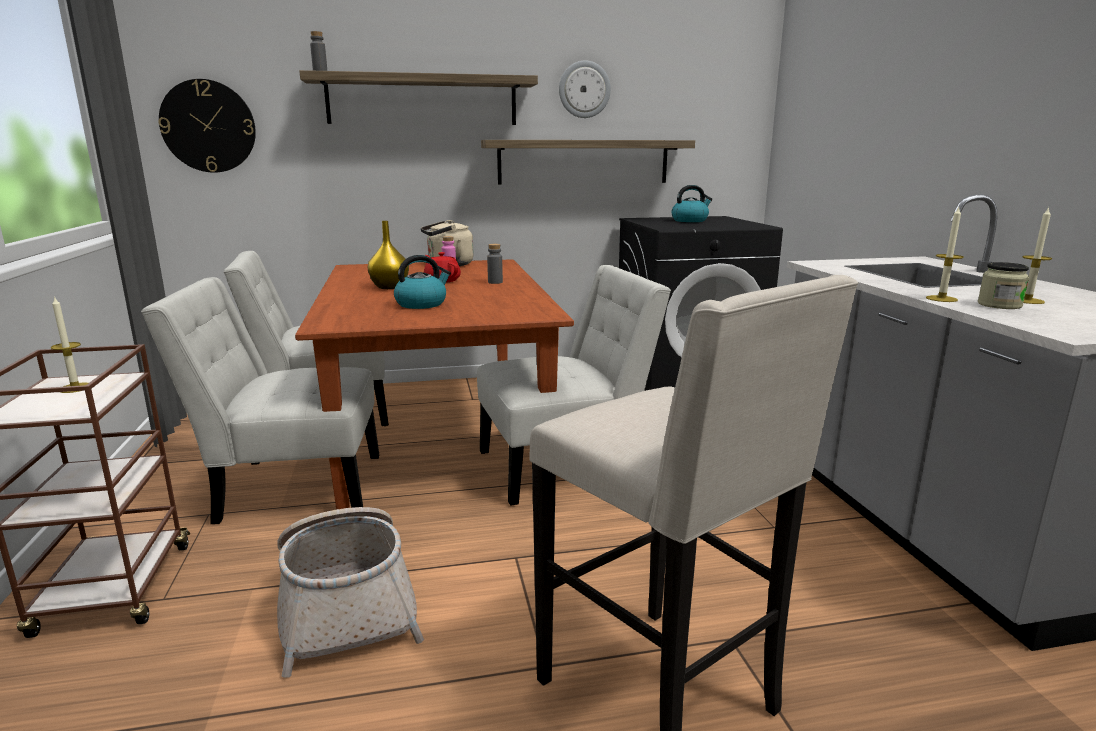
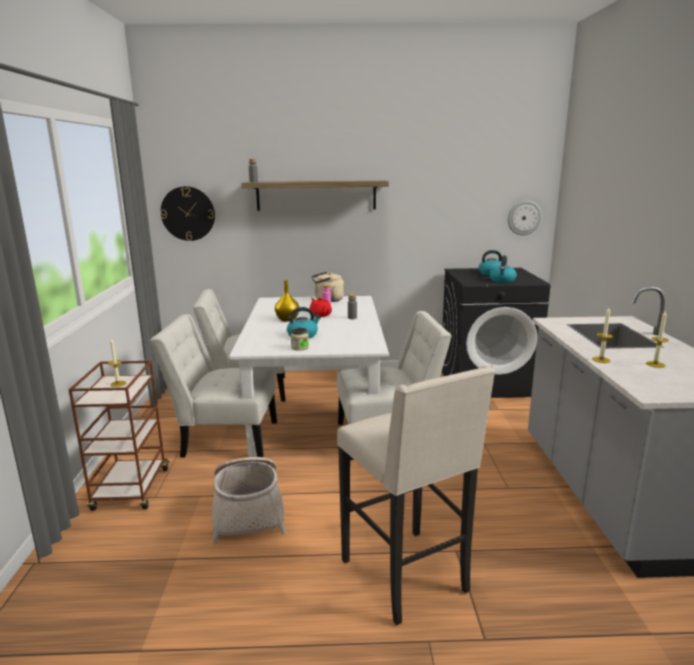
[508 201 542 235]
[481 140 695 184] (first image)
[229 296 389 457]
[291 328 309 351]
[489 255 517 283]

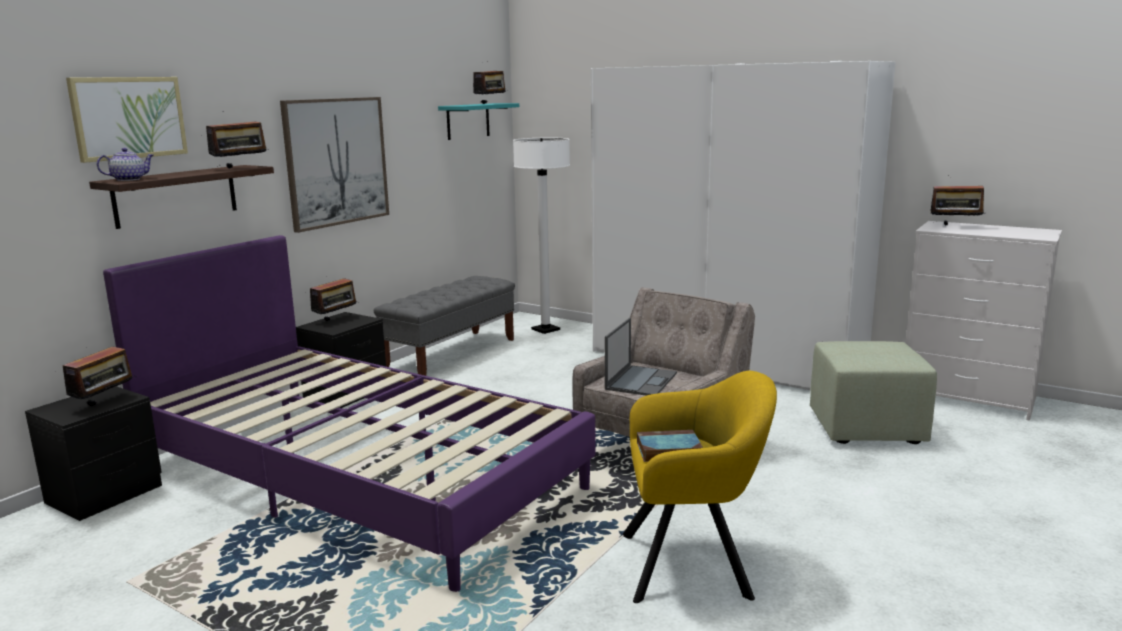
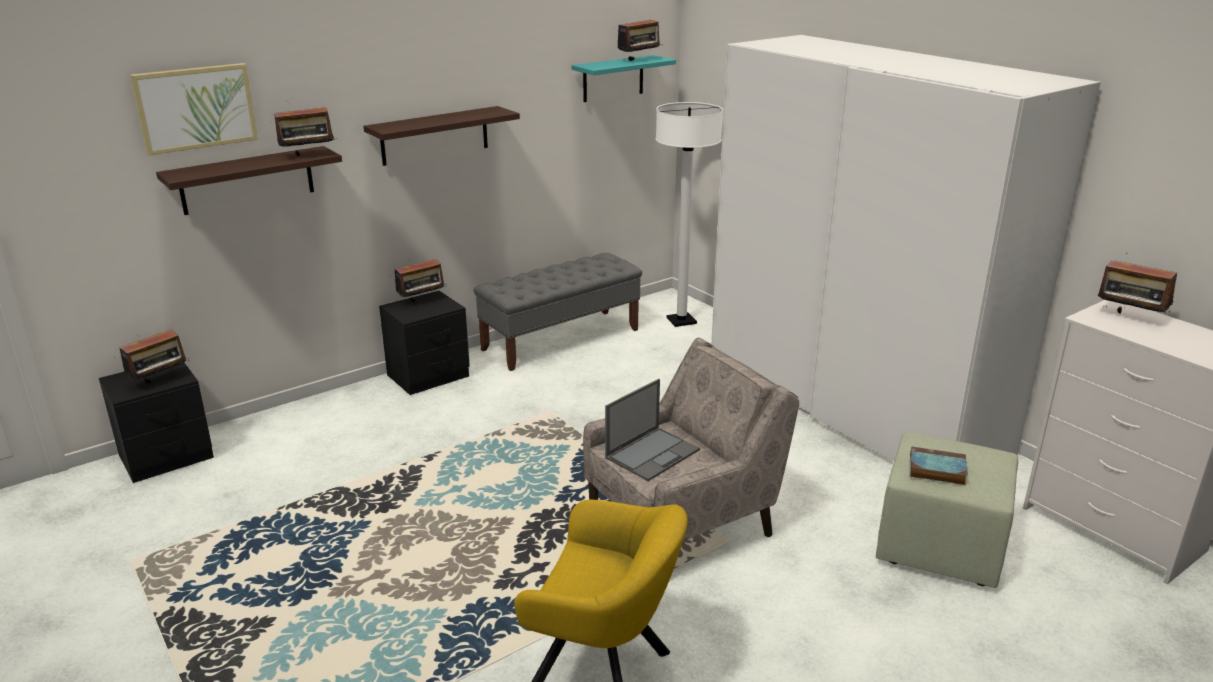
[363 106 520 166]
[97 148 153 181] (first image)
[103 235 596 592] (first image)
[910 447 968 485]

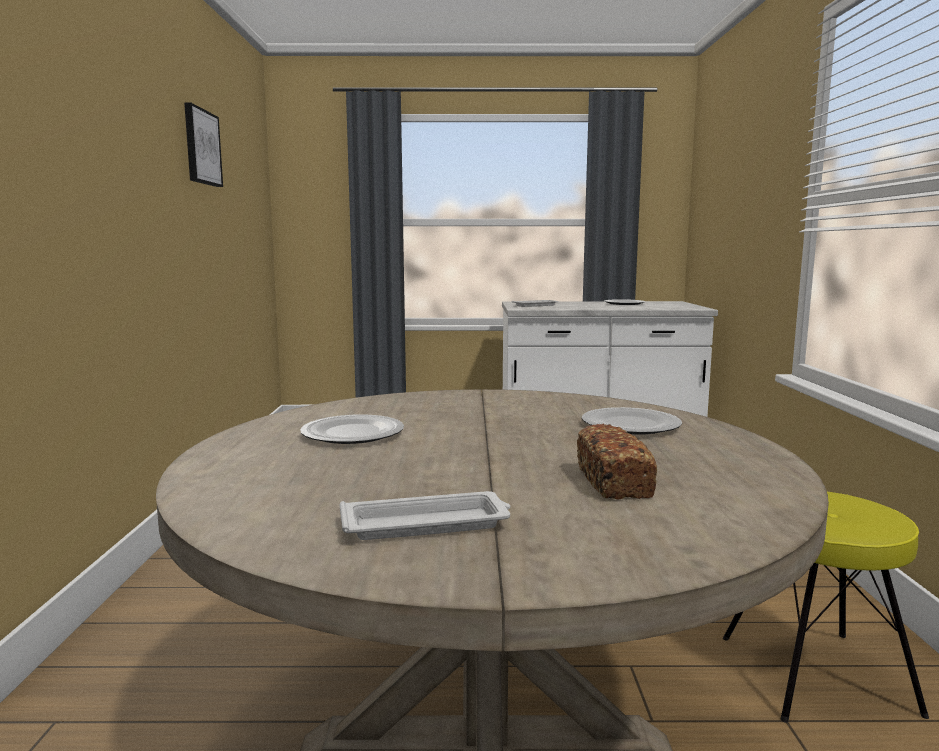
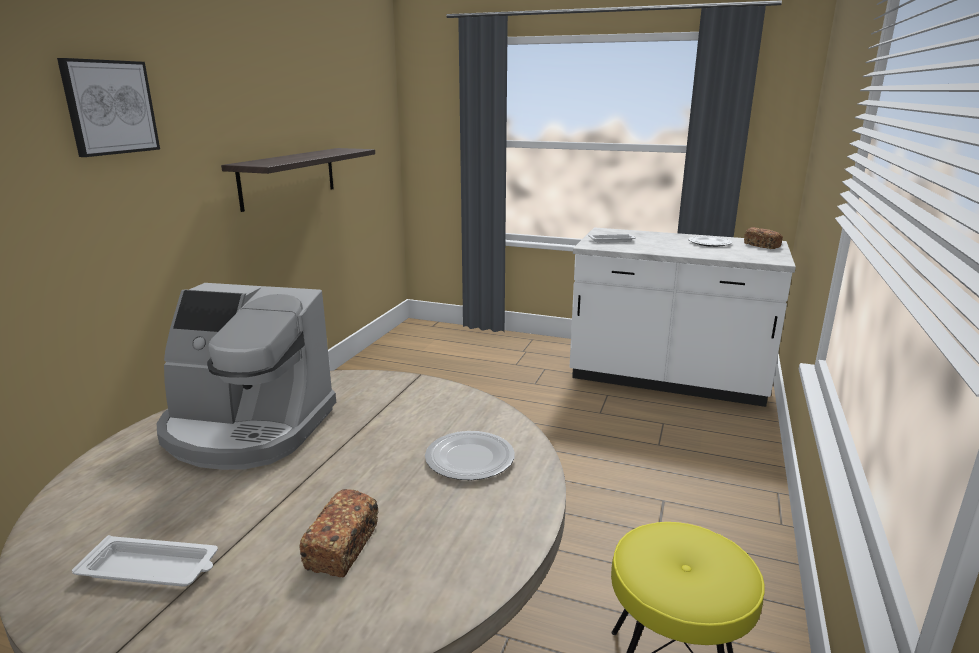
[57 58 160 157]
[157 283 336 470]
[221 148 375 212]
[744 227 783 249]

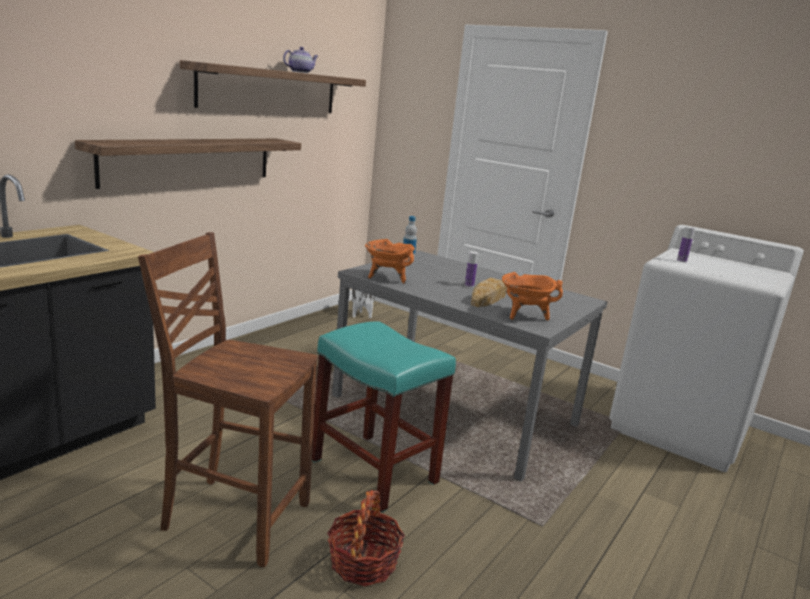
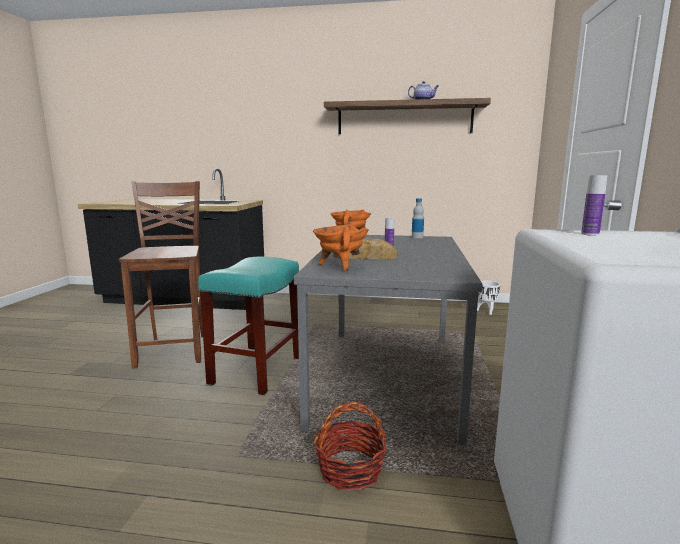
[75 139 301 189] (first image)
[313 402 386 491]

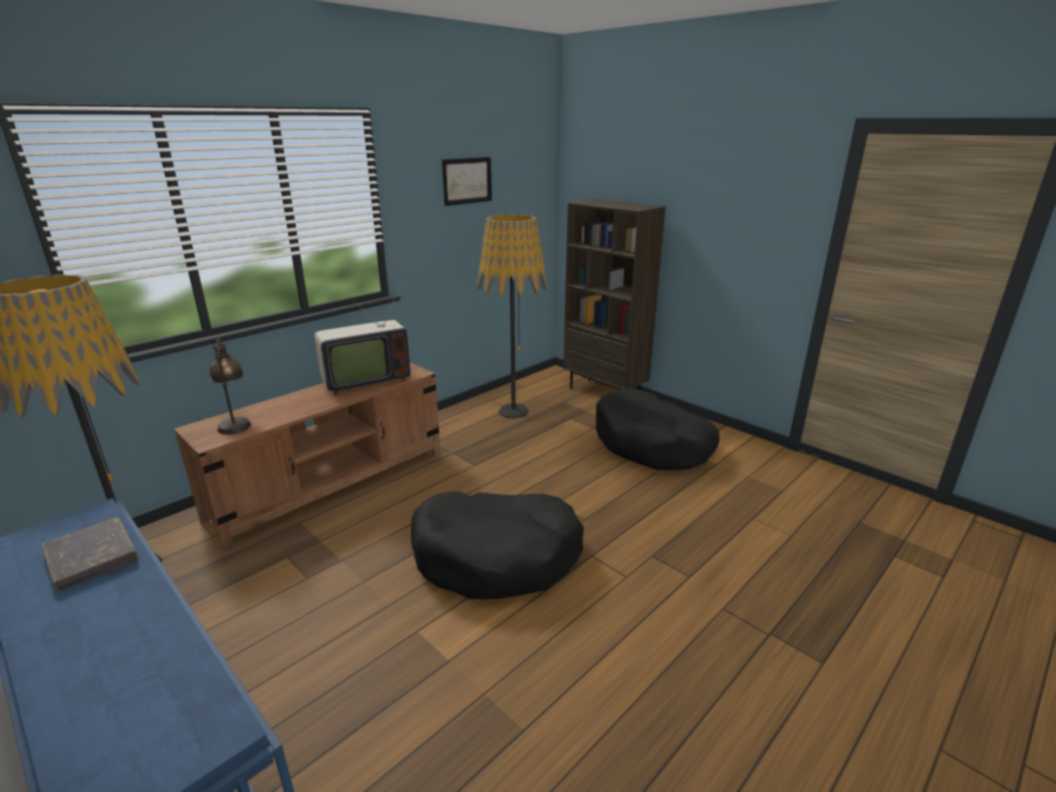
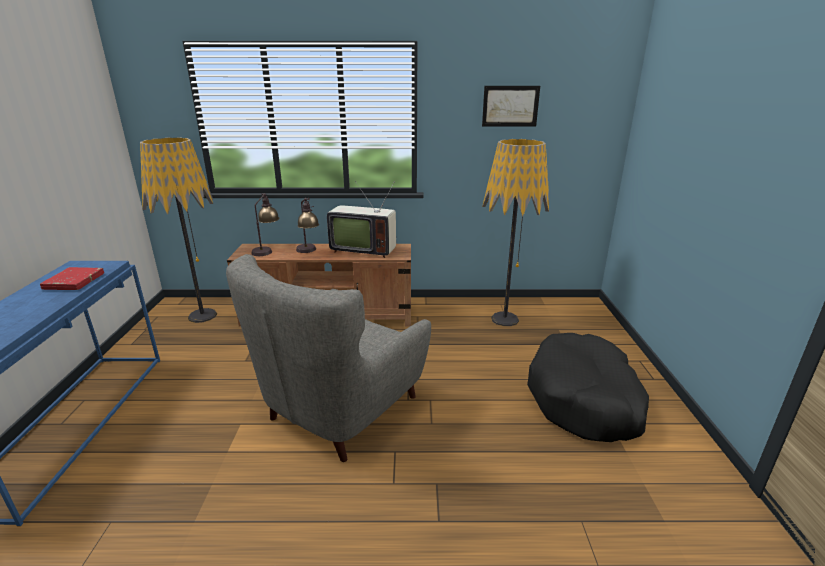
[563 199 666 390] (first image)
[226 254 431 462]
[40 267 104 290]
[296 198 319 253]

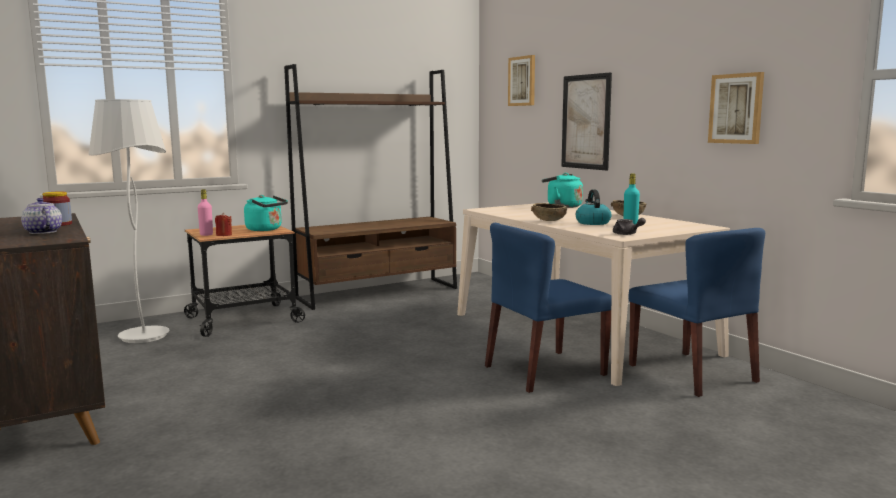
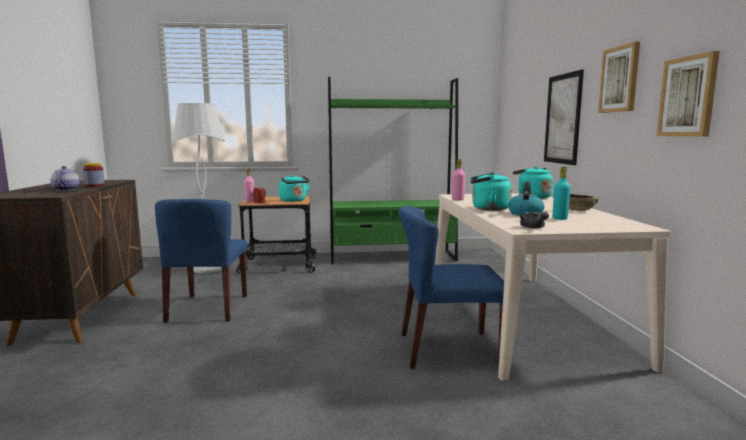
[598 42 640 113]
[328 77 458 264]
[470 172 512 211]
[155 199 248 322]
[452 159 465 200]

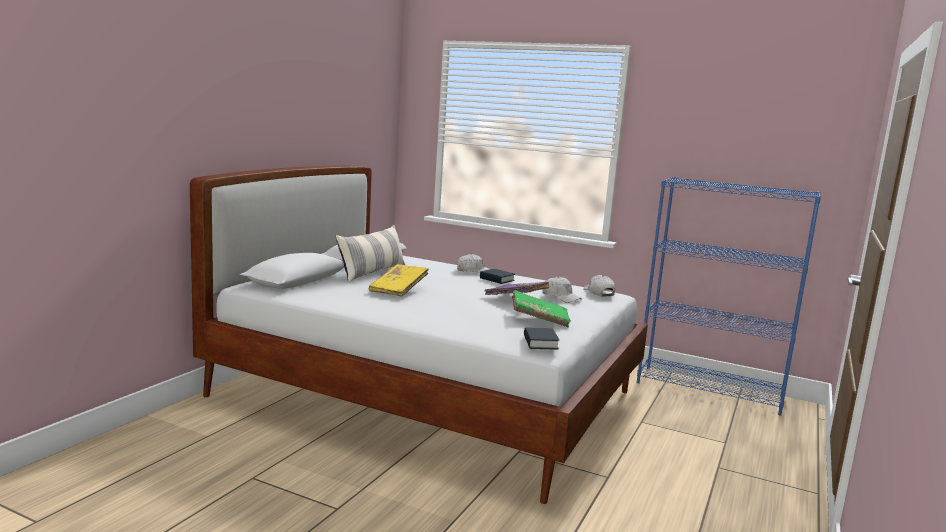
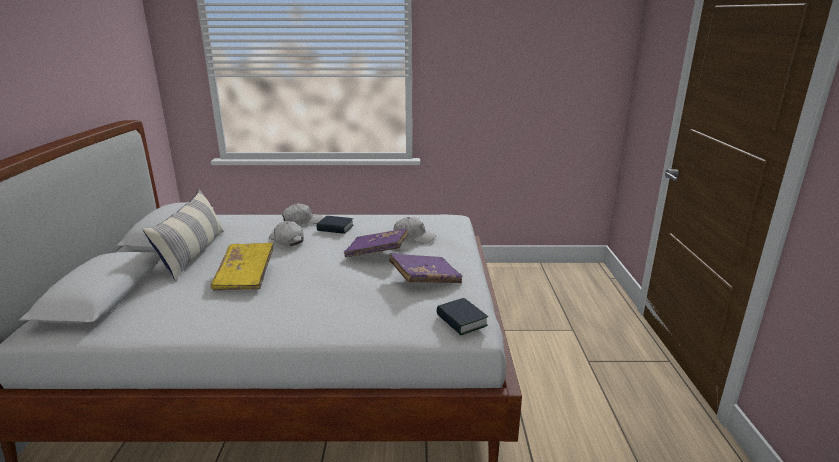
[637 177 821 415] (first image)
[269 221 304 247]
[389 253 462 283]

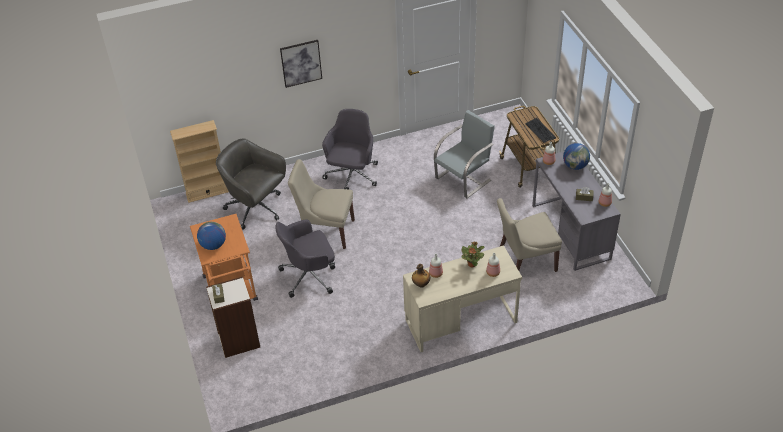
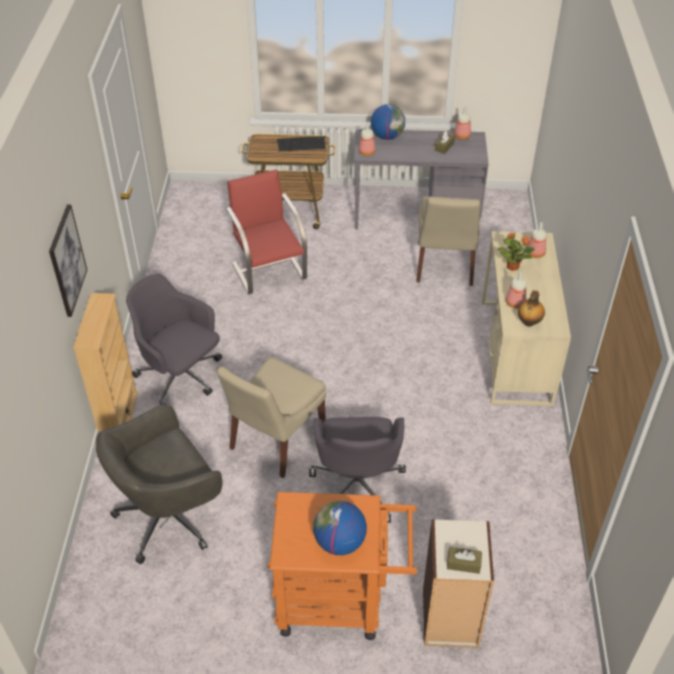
[226 169 307 294]
[73 293 138 433]

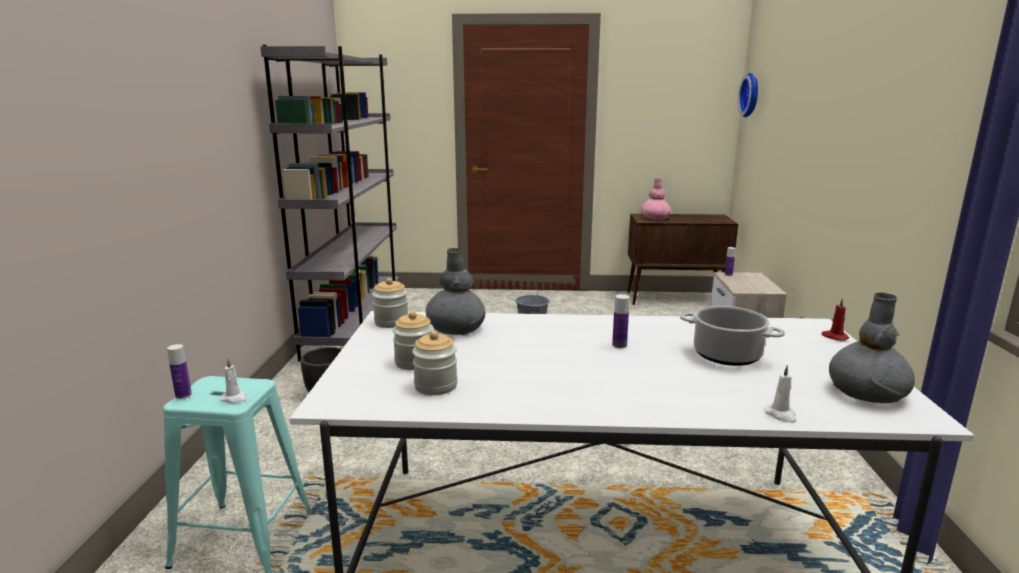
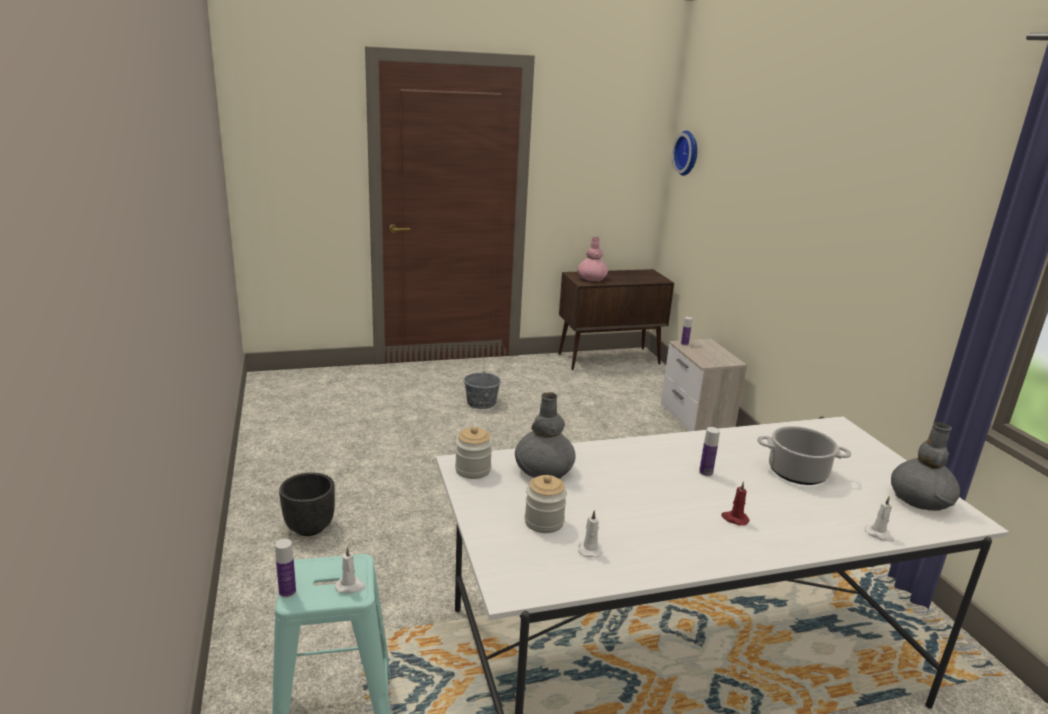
[260 45 399 361] (first image)
[721 481 750 526]
[578 510 603 558]

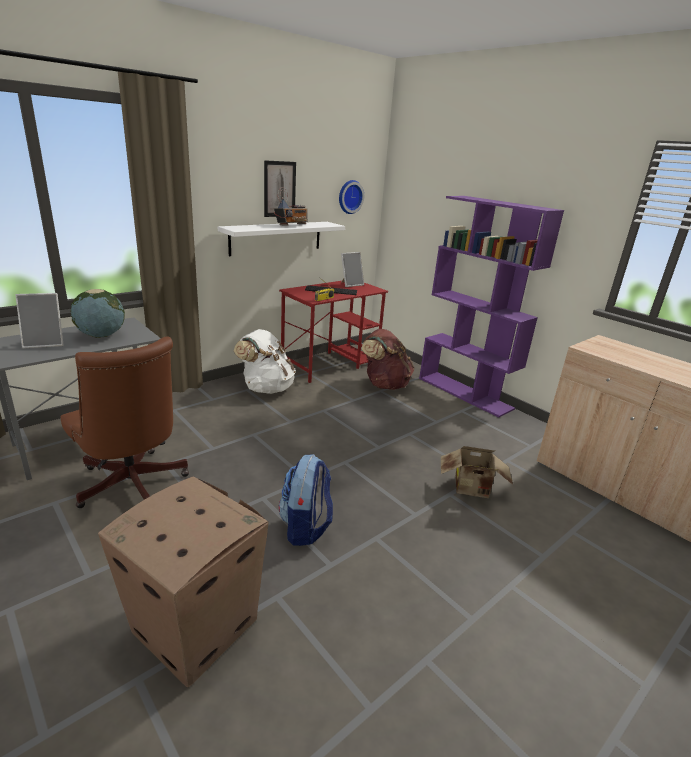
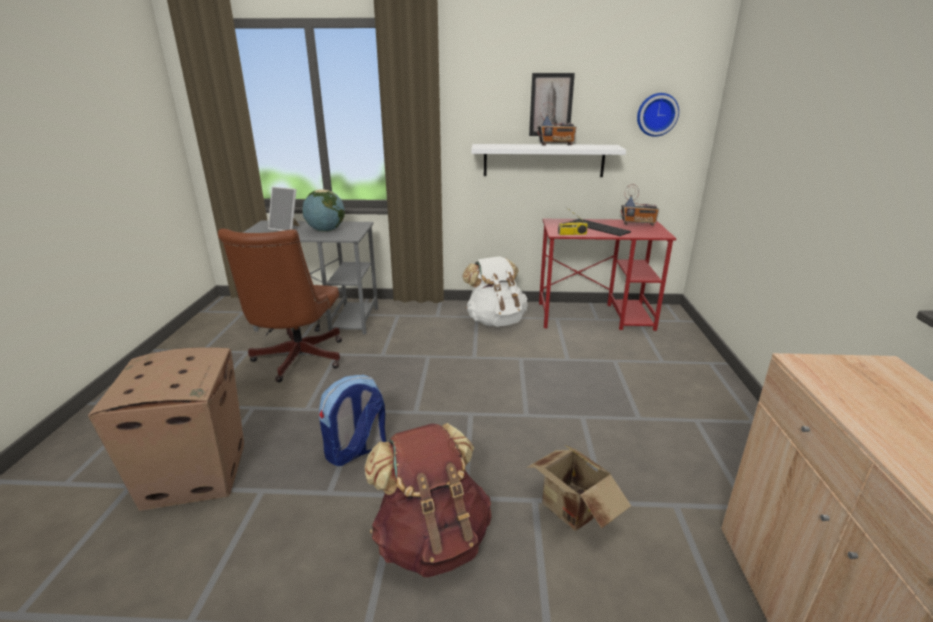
[419 196 564 418] (first image)
[621 184 659 226]
[364 423 492 577]

